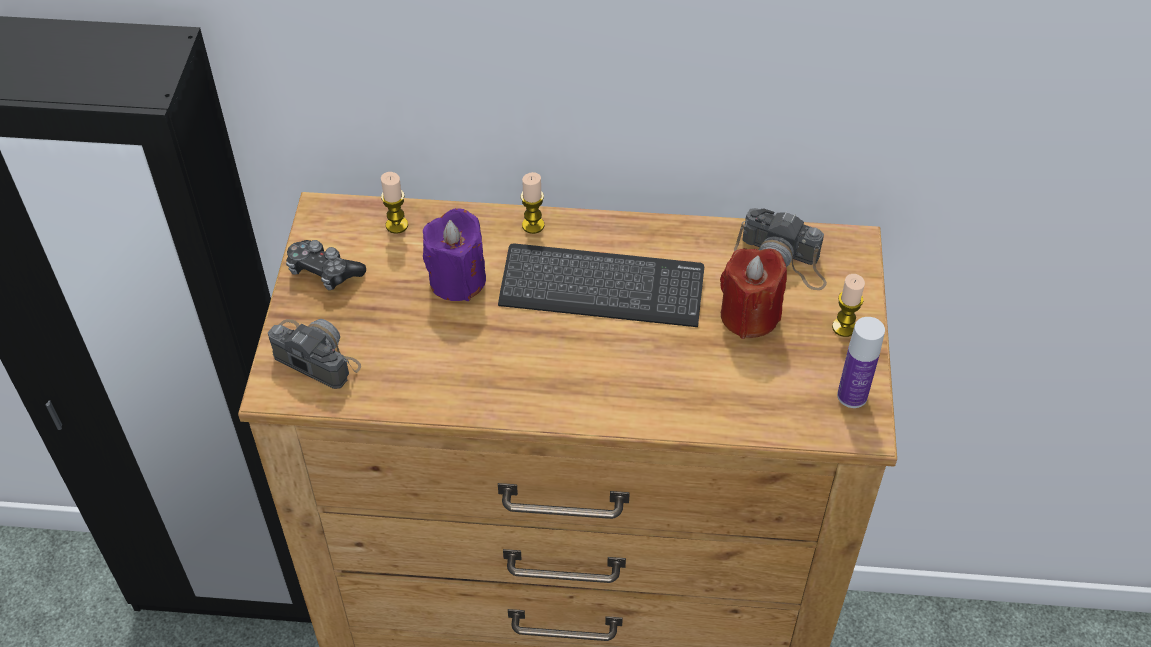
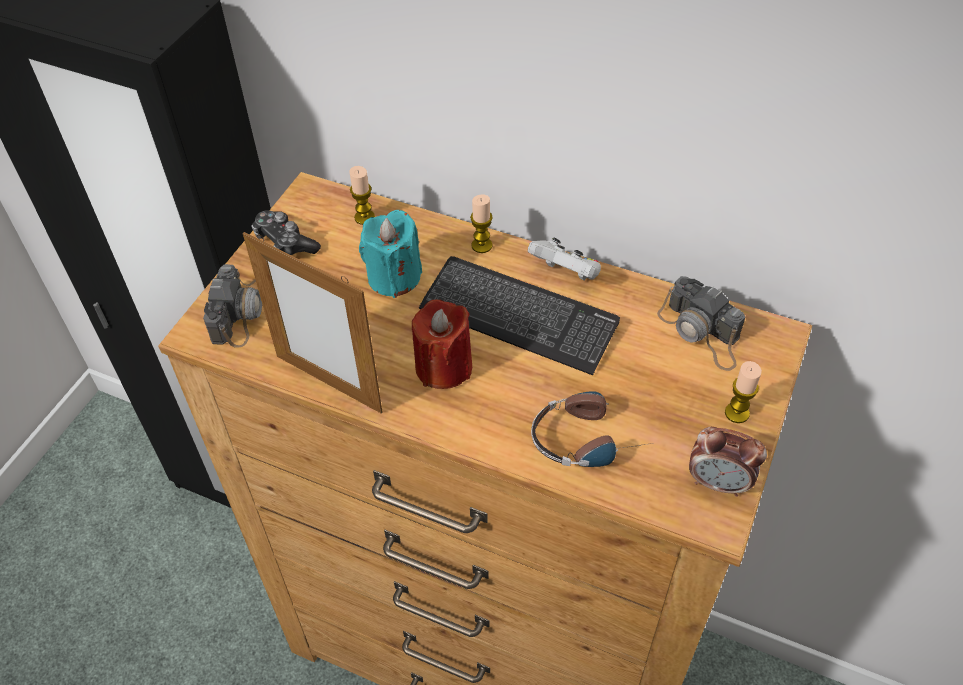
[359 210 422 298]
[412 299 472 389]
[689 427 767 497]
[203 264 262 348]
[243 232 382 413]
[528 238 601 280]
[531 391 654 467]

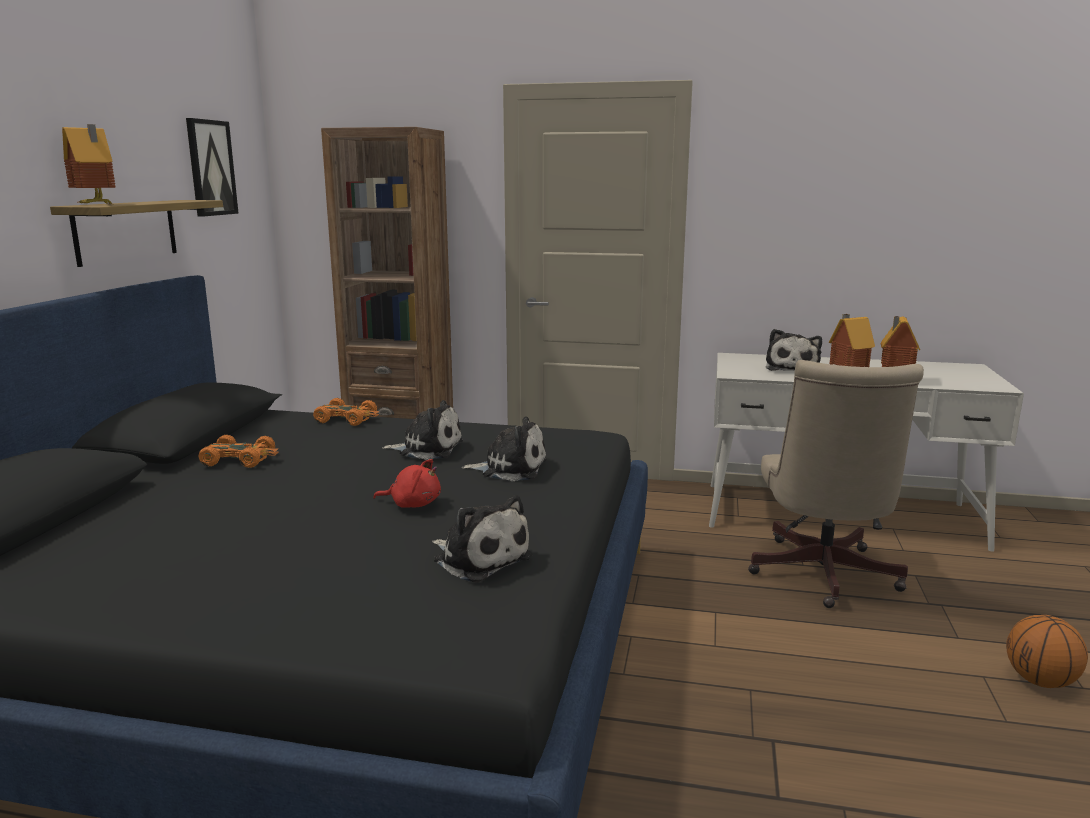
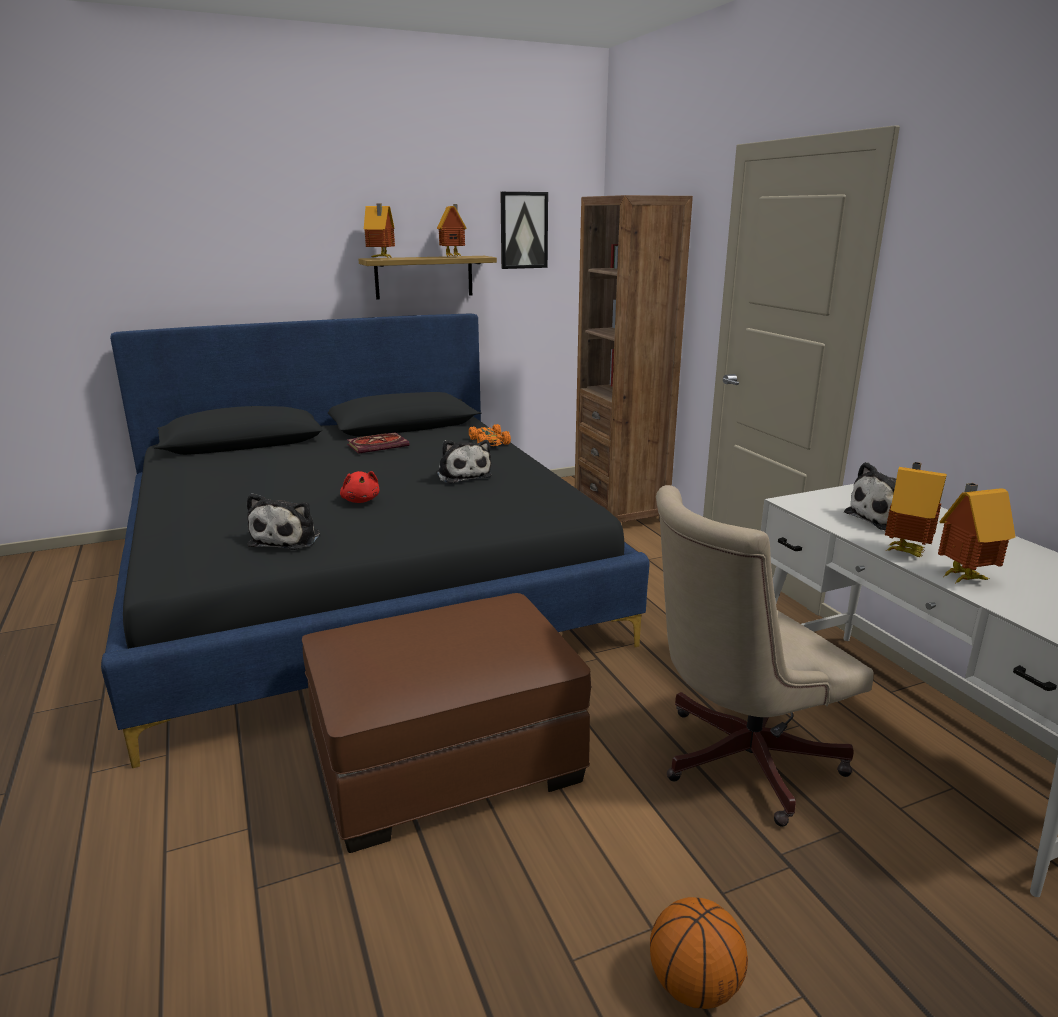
[461 417 547 481] (first image)
[347 432 409 454]
[437 204 467 256]
[302 593 591 853]

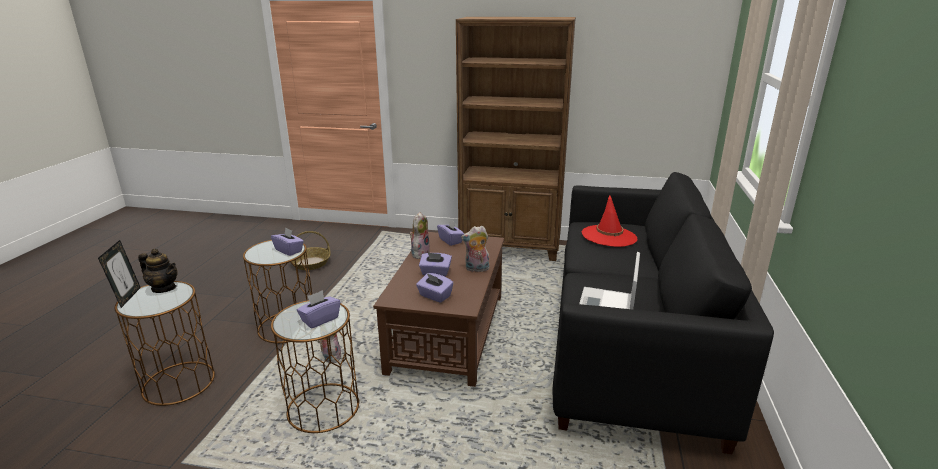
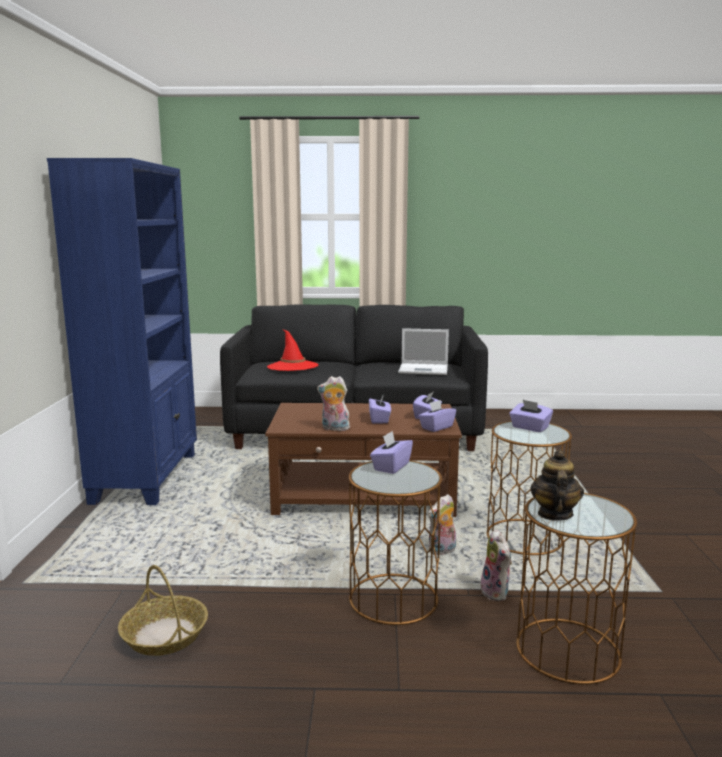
[47 158 197 505]
[418 400 456 432]
[481 529 512 601]
[98 240 141 308] (first image)

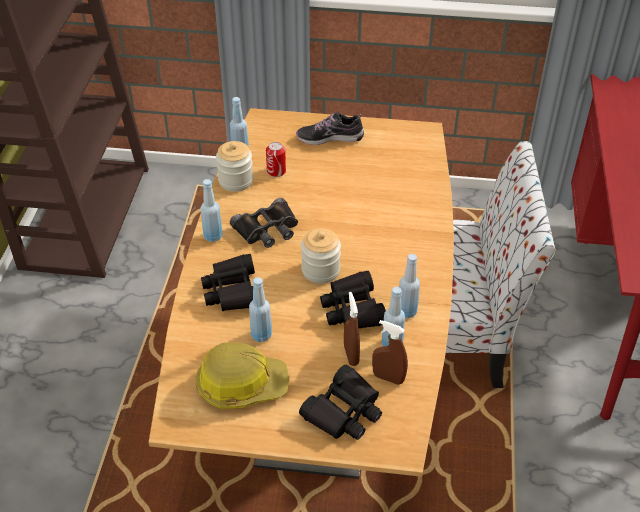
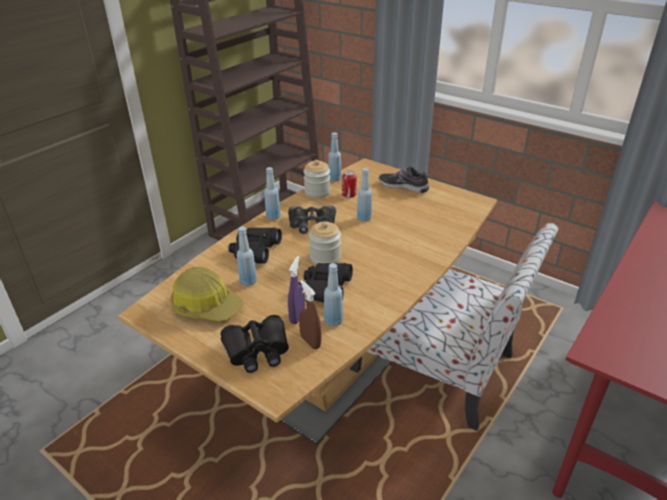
[357 168 372 221]
[288 256 305 324]

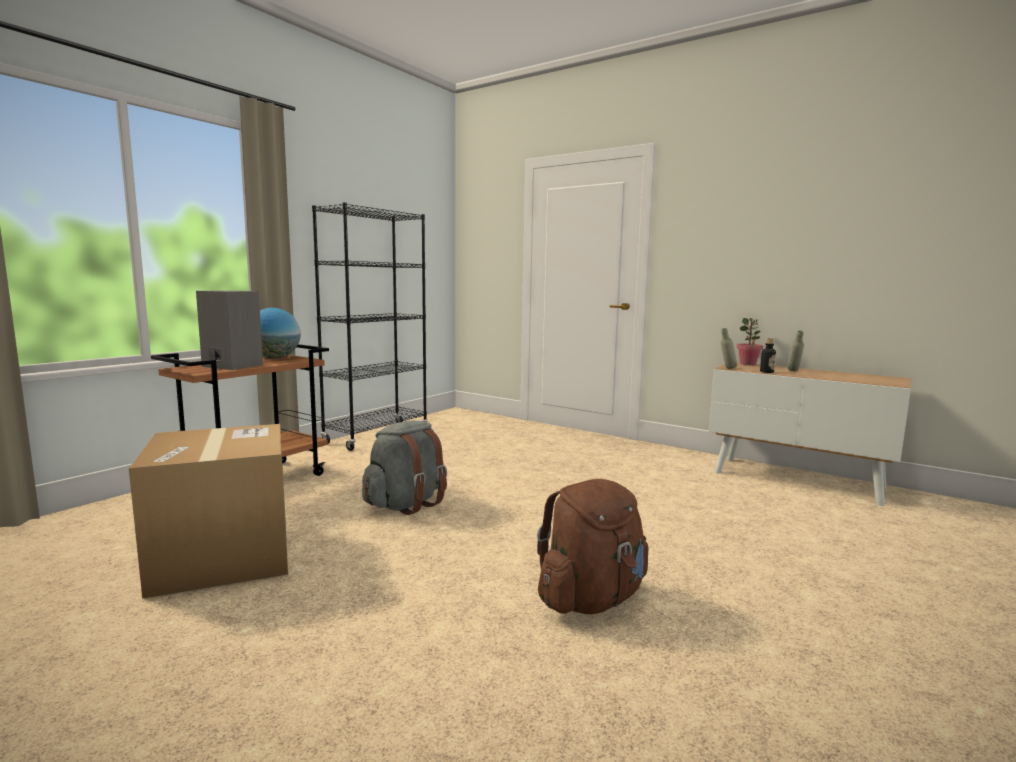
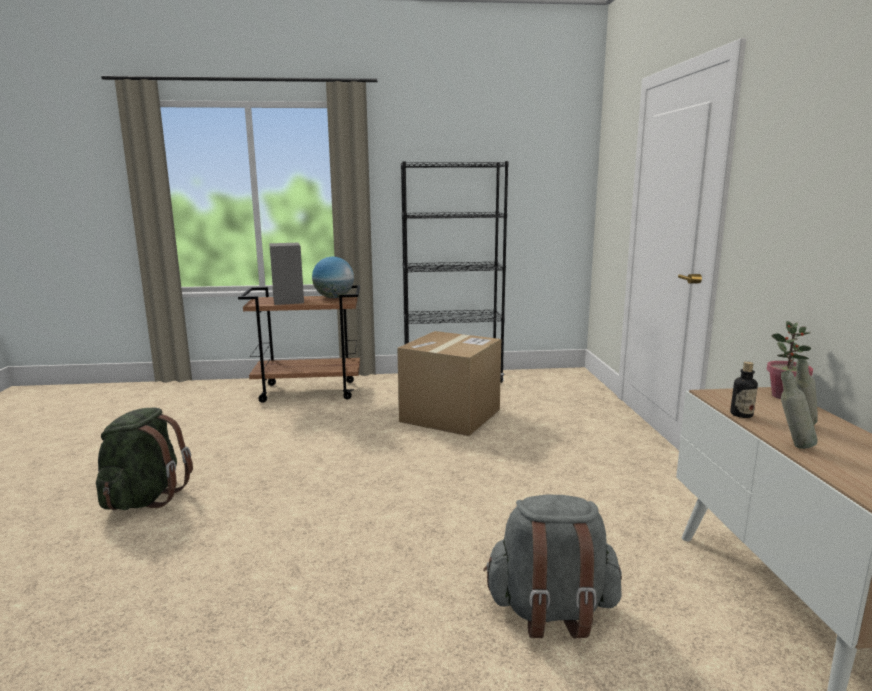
[781 370 817 449]
[483 494 622 638]
[397 331 501 436]
[537 479 649 614] (first image)
[96 407 193 510]

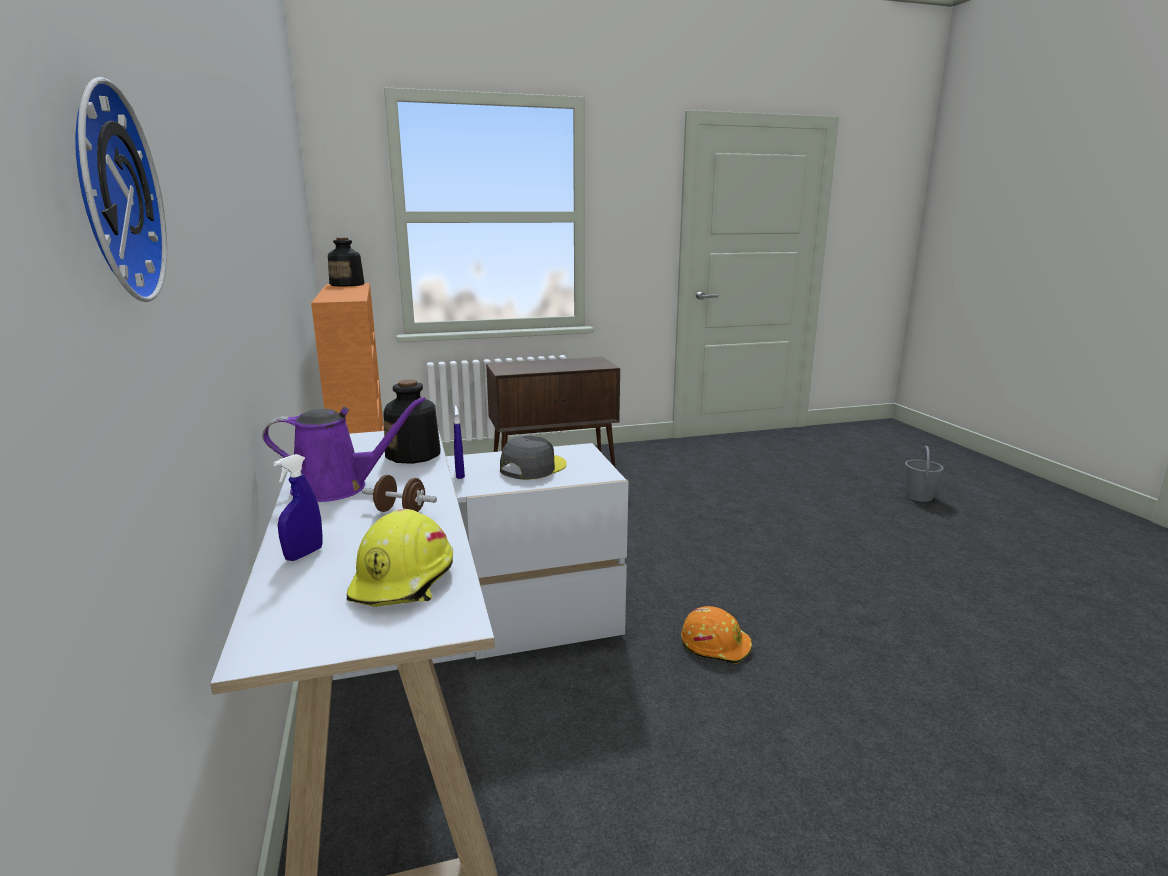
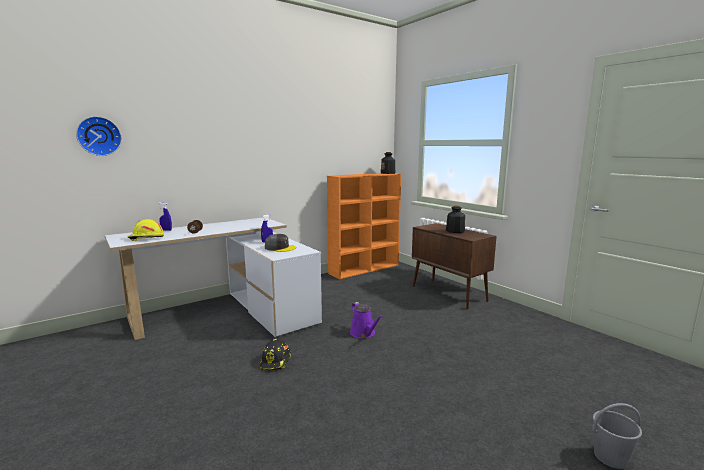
[446 206 465 233]
[350 302 383 338]
[260 339 291 371]

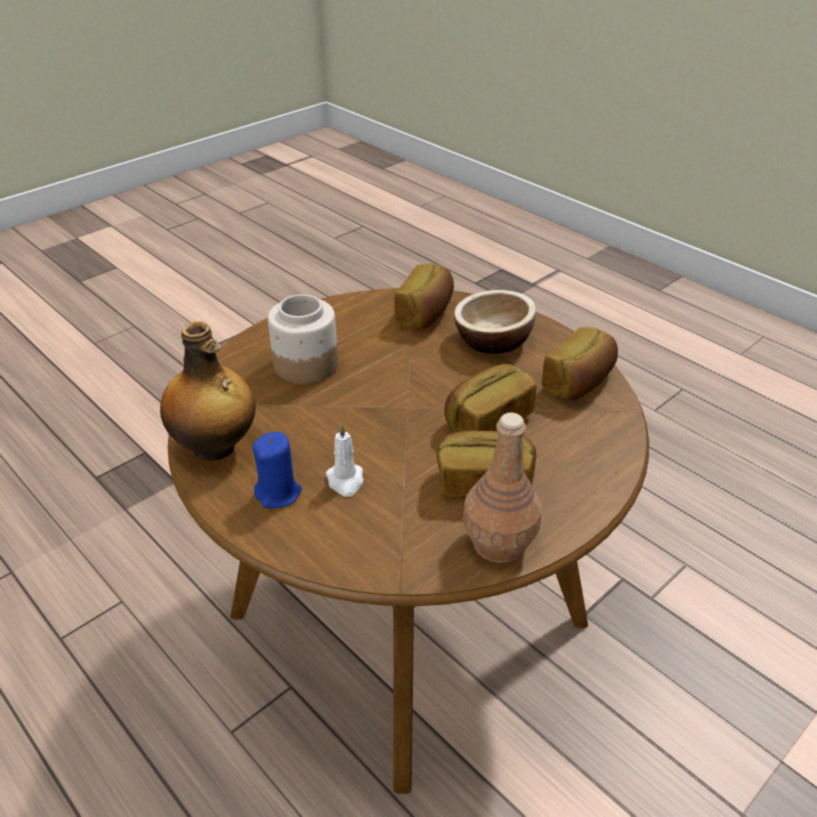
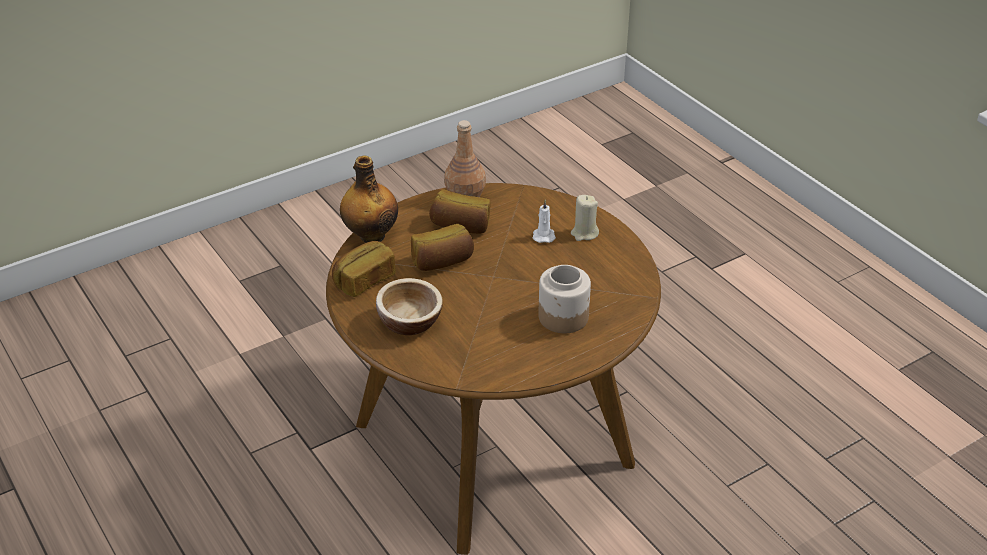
[394 263 454 328] (first image)
[340 155 398 243]
[571 195 599 241]

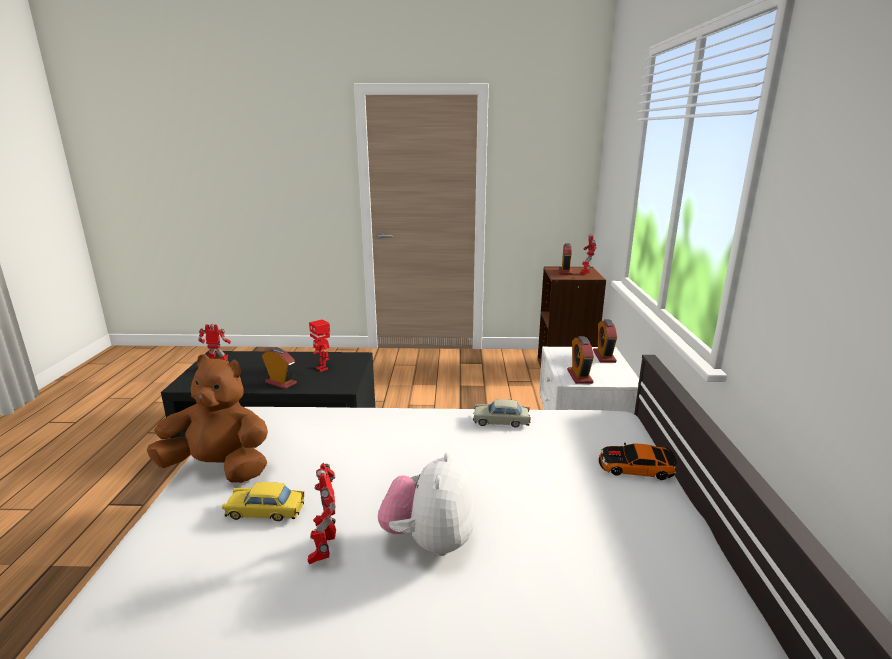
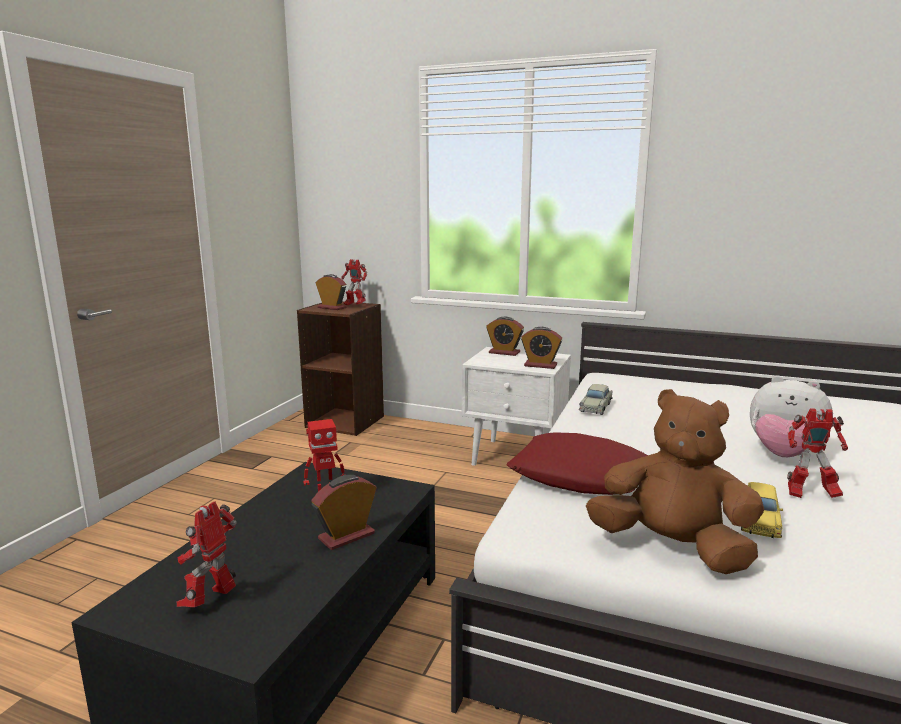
[586 389 764 574]
[599 443 677 480] (first image)
[506 432 648 495]

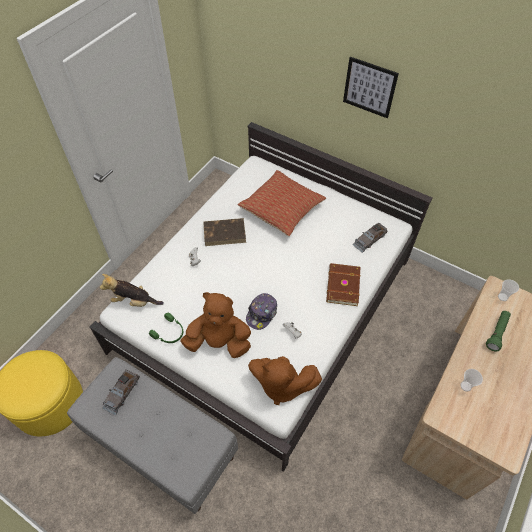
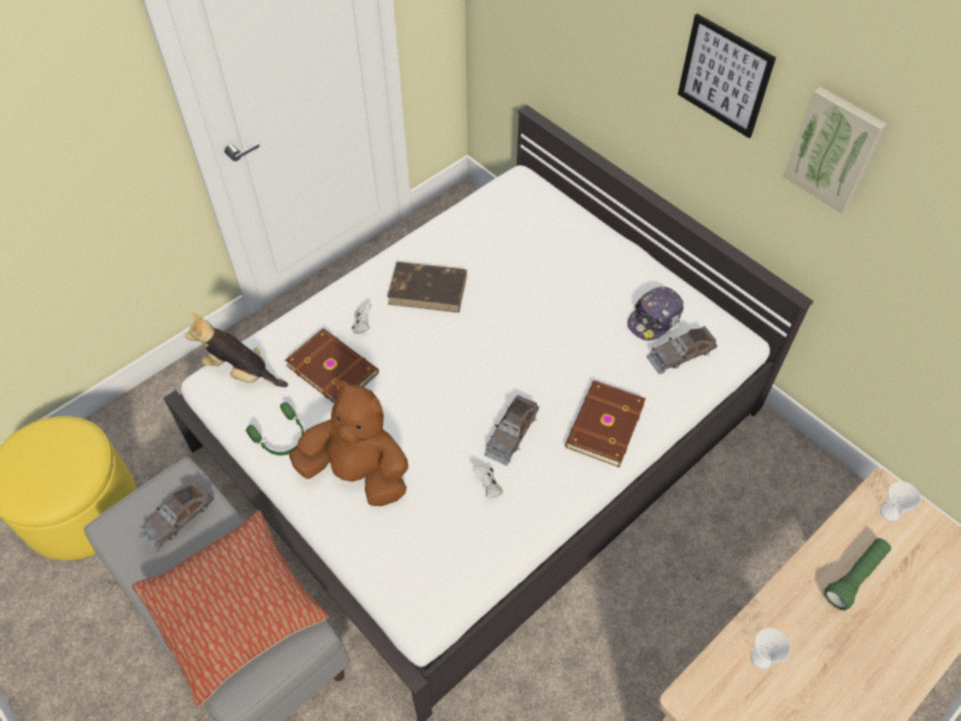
[132 510 329 706]
[628 287 683 341]
[248 356 322 405] (first image)
[783 87 887 213]
[285 328 379 403]
[484 395 539 466]

